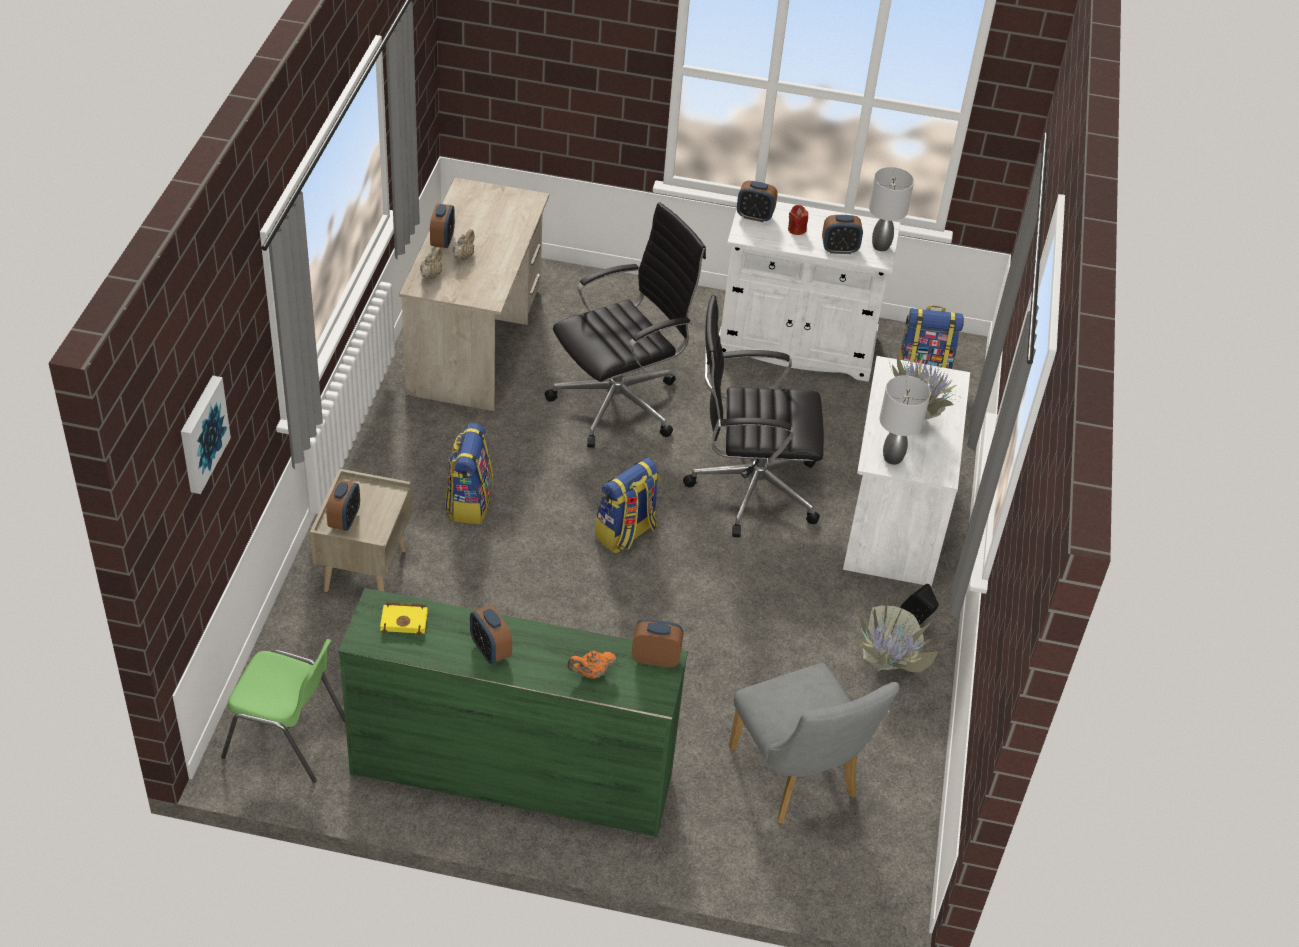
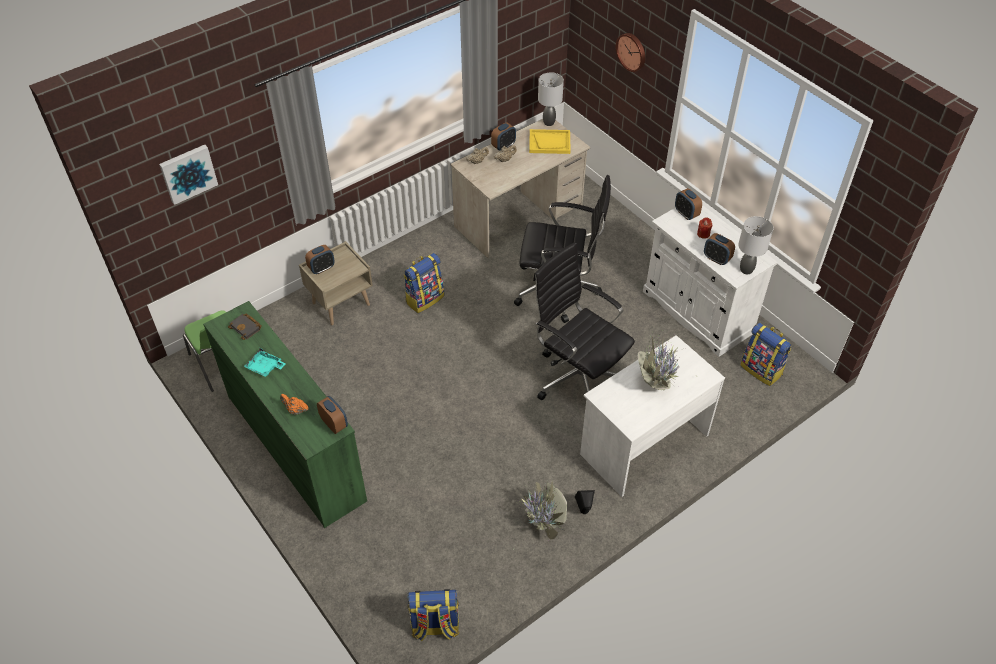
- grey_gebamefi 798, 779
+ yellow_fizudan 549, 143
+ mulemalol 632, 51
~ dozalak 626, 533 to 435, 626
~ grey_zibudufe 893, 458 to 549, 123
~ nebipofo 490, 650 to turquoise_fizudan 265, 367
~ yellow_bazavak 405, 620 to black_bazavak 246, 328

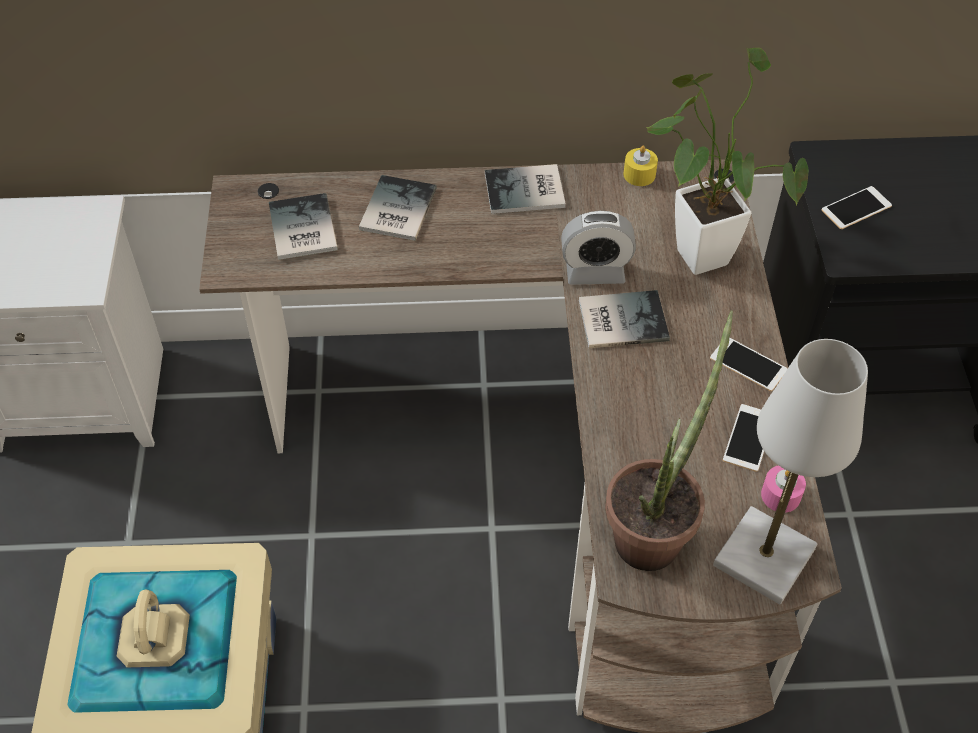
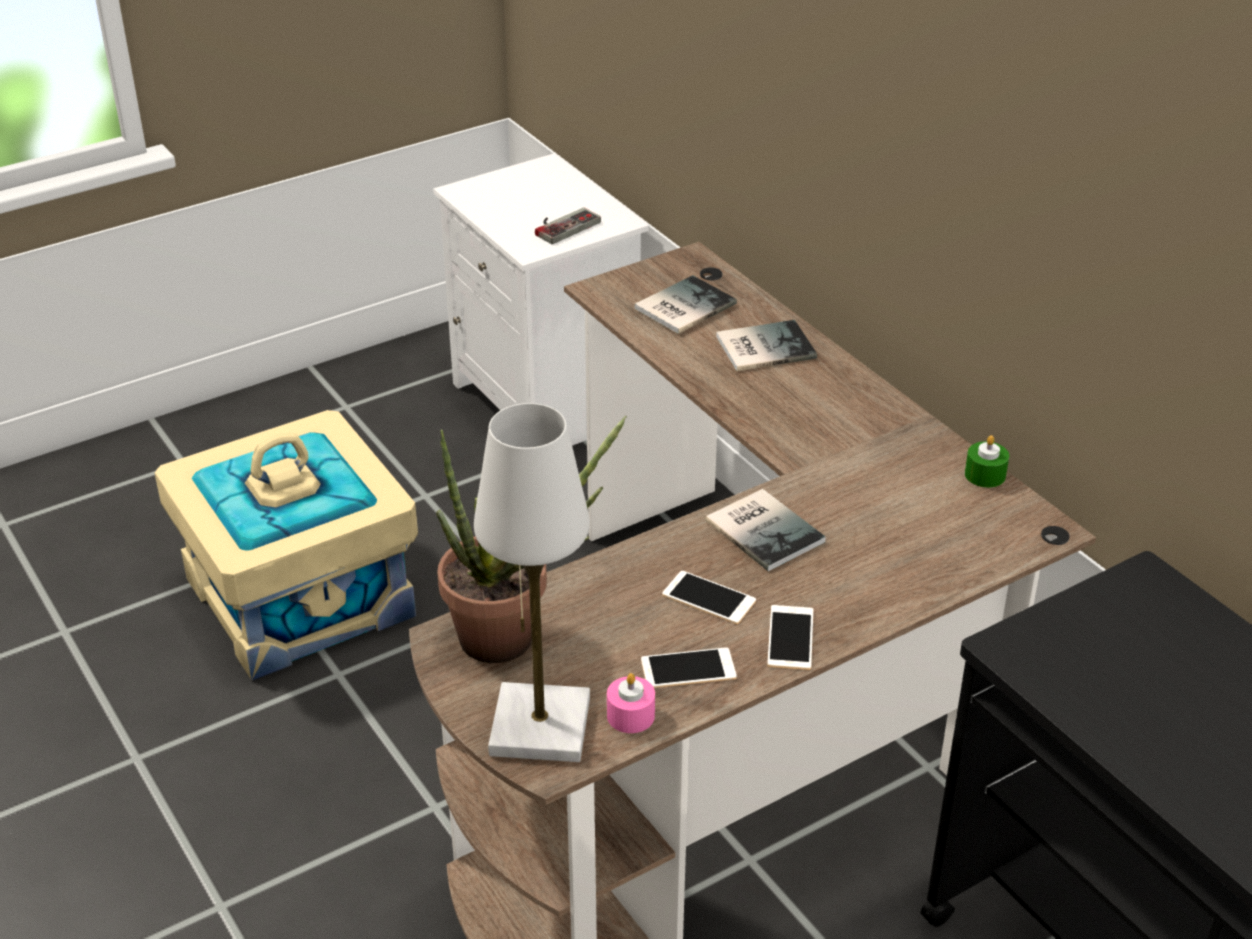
- bazavak 527, 192
- nebipofo 595, 272
- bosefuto 697, 249
+ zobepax 562, 225
~ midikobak 856, 208 to 708, 598
~ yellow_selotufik 639, 174 to green_selotufik 985, 475

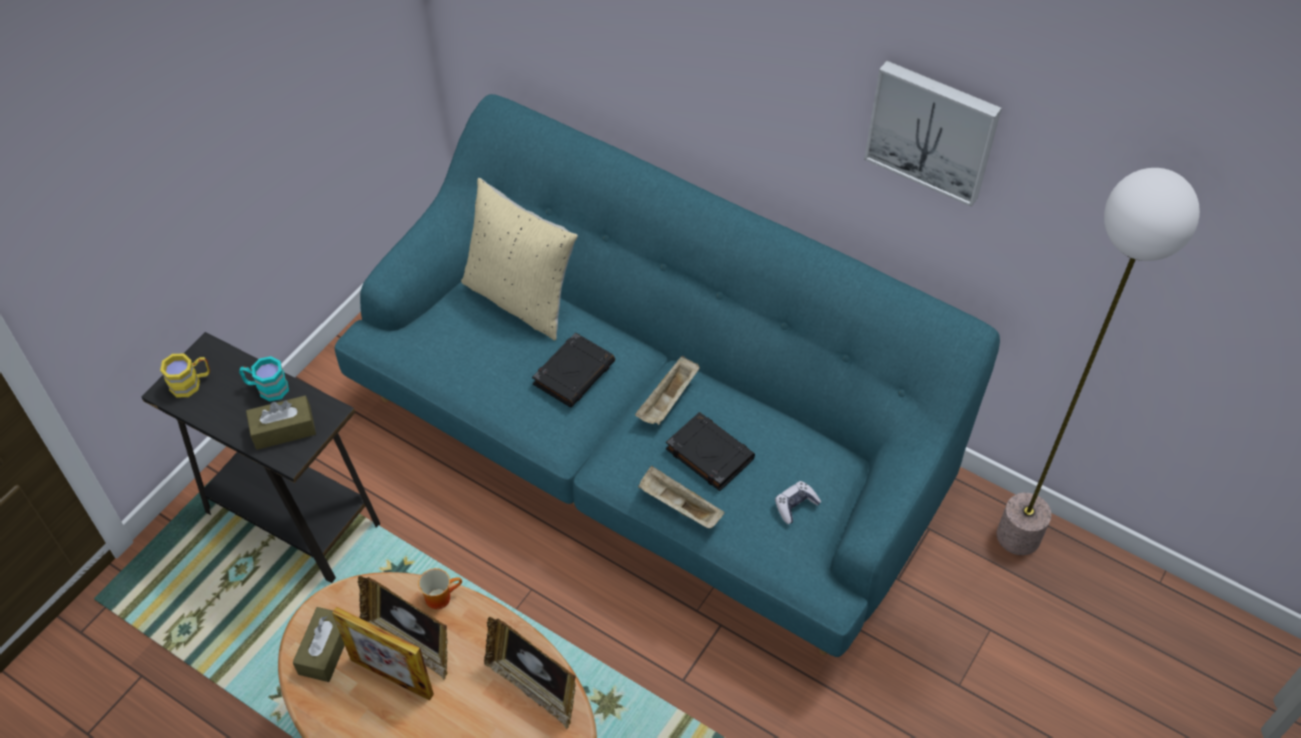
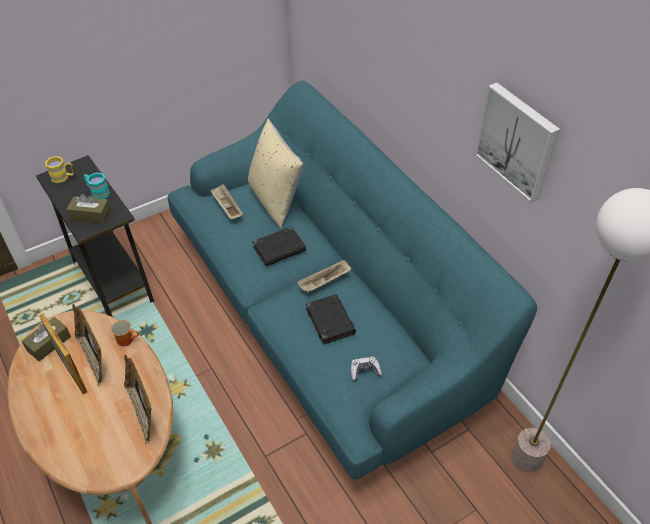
~ beige_fizudan 678, 506 to 227, 208

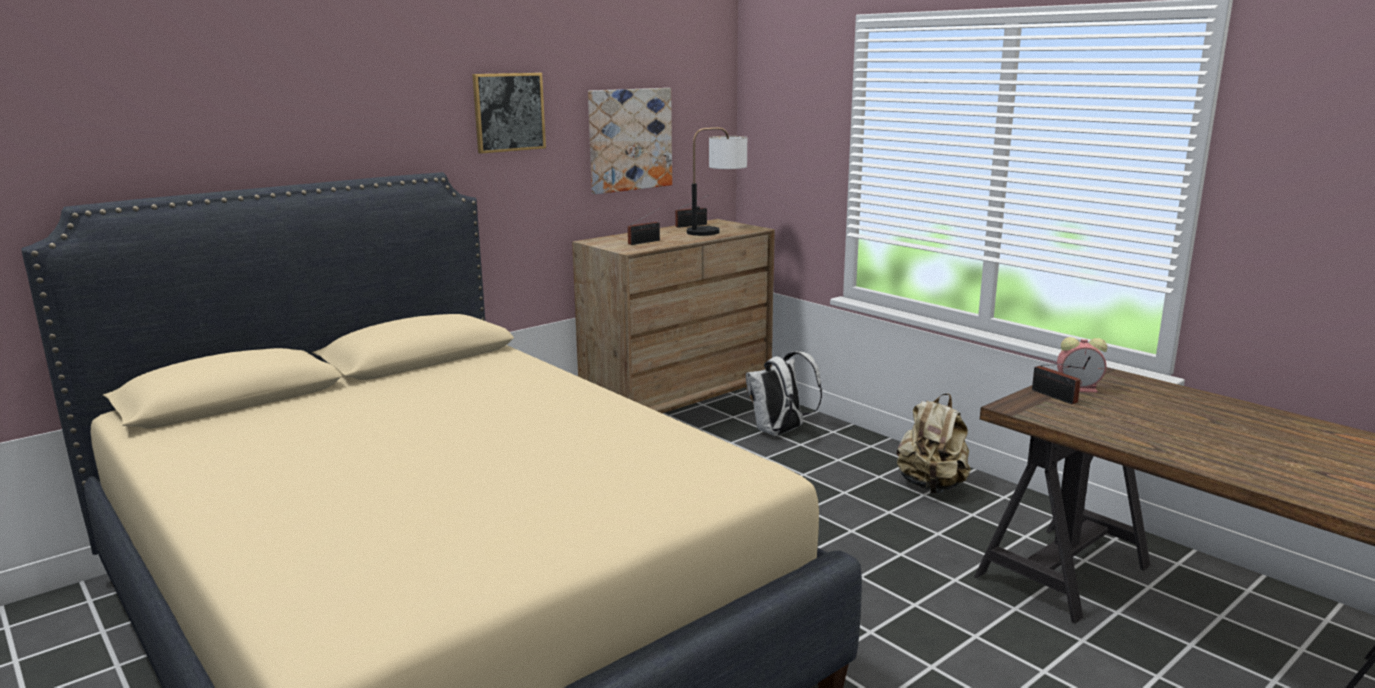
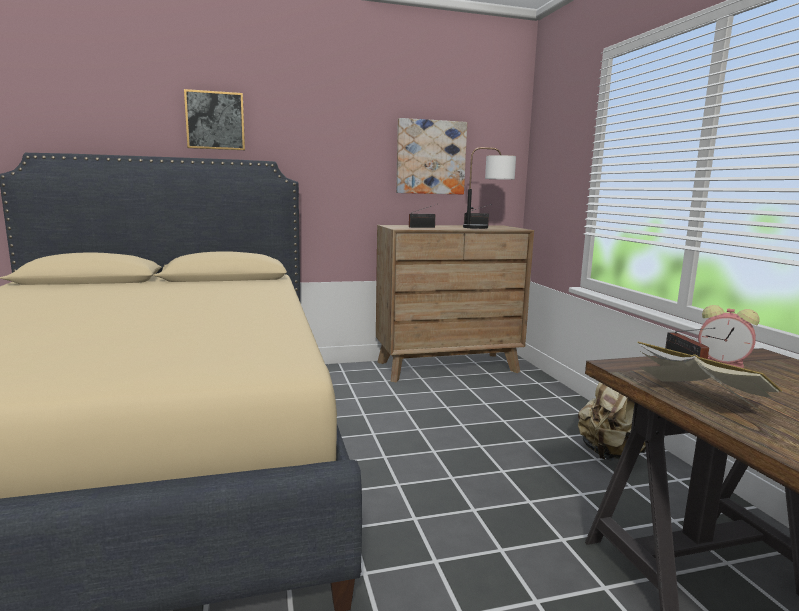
- white_dozalak 780, 432
+ bazavak 699, 399
~ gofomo 509, 112 to 215, 120

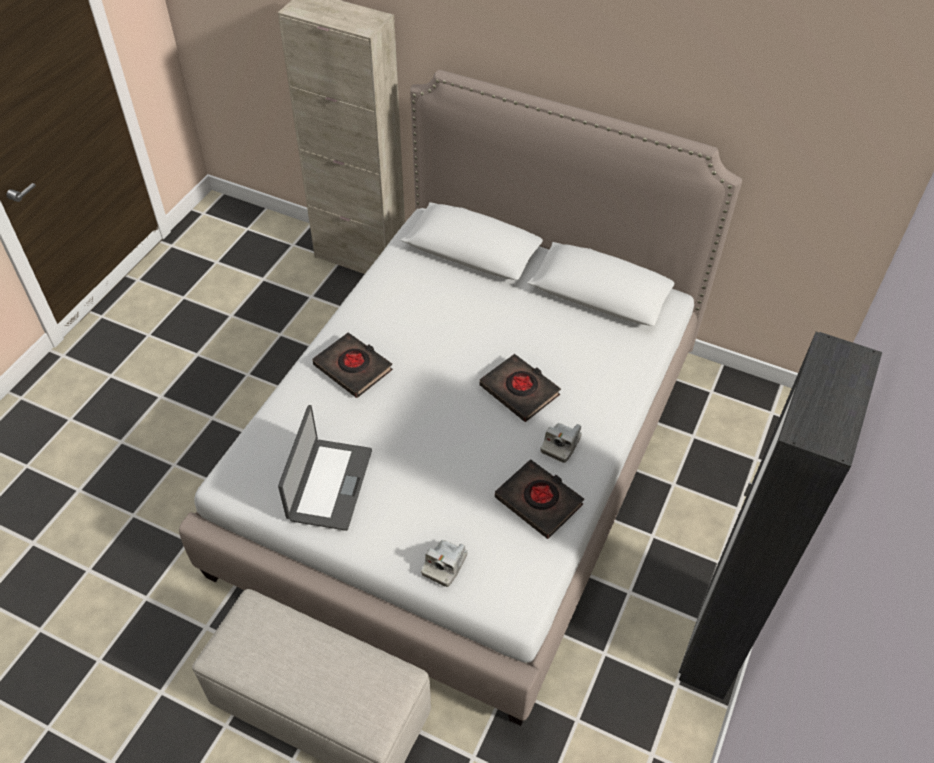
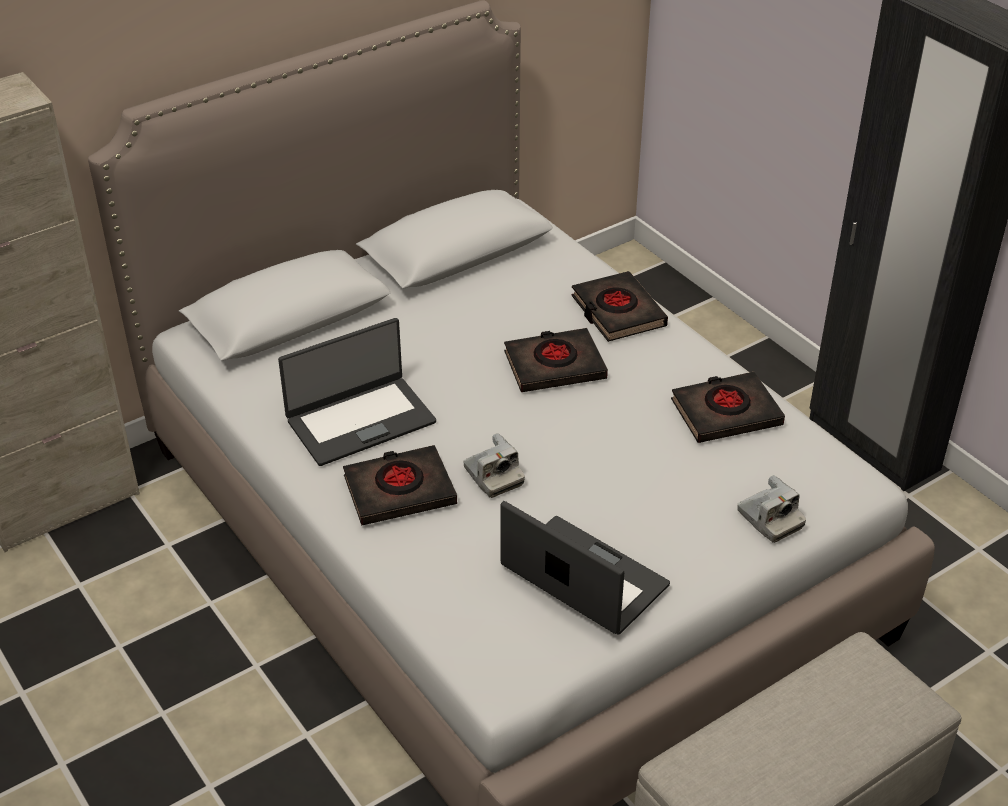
+ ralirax 360, 420
+ black_bazavak 617, 312
~ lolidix 561, 445 to 493, 476

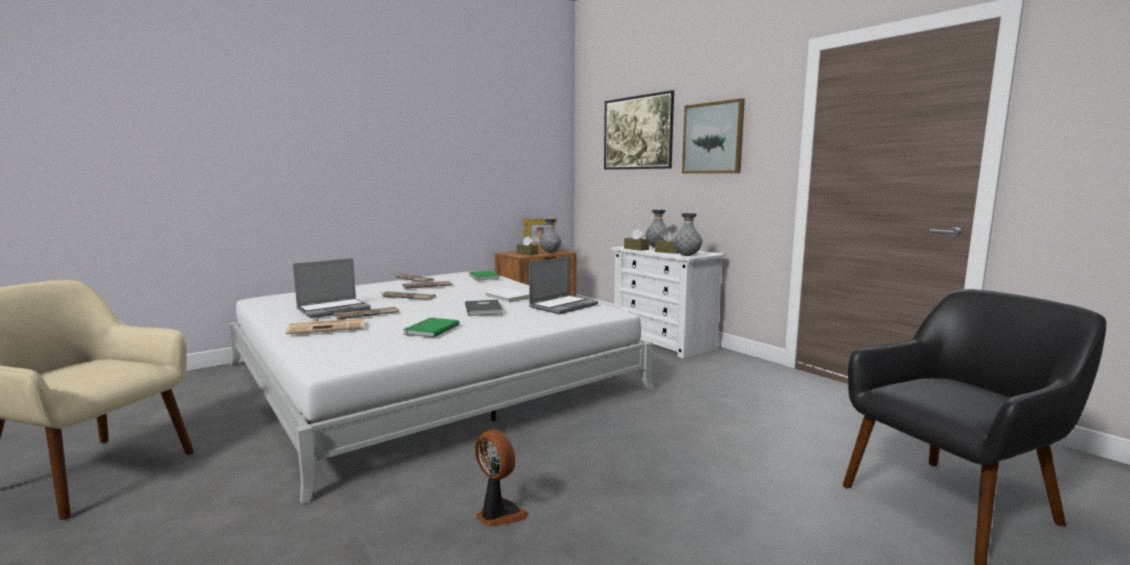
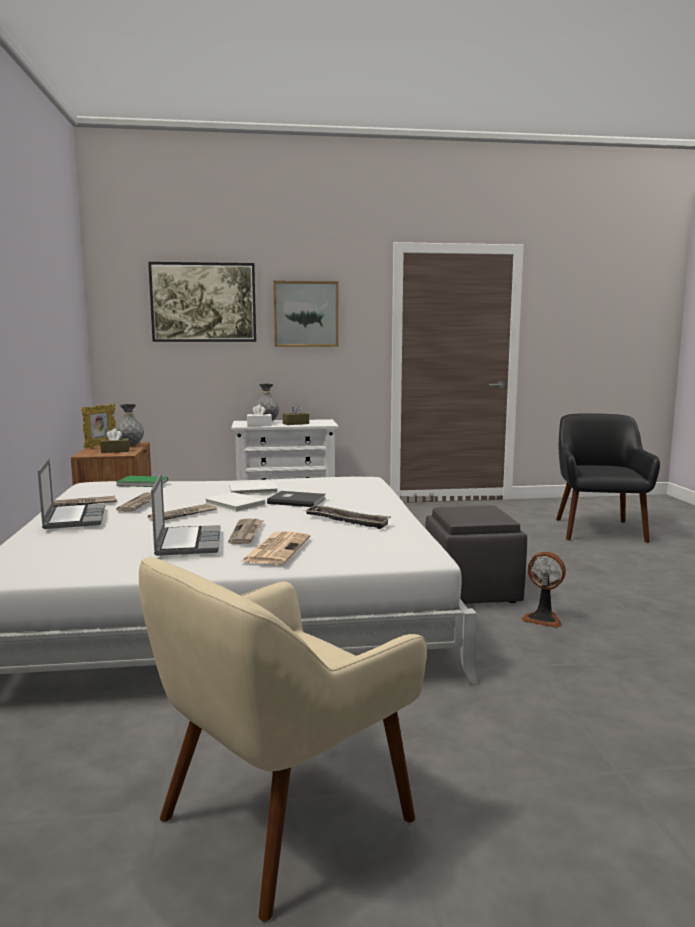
- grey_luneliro 687, 255
+ white_bazavak 234, 504
+ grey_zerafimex 470, 591
~ ralirax 563, 306 to 74, 518
~ green_bazavak 430, 329 to fizudan 346, 521
~ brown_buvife 636, 249 to white_buvife 259, 425
~ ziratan 498, 514 = 543, 619 135 degrees counterclockwise

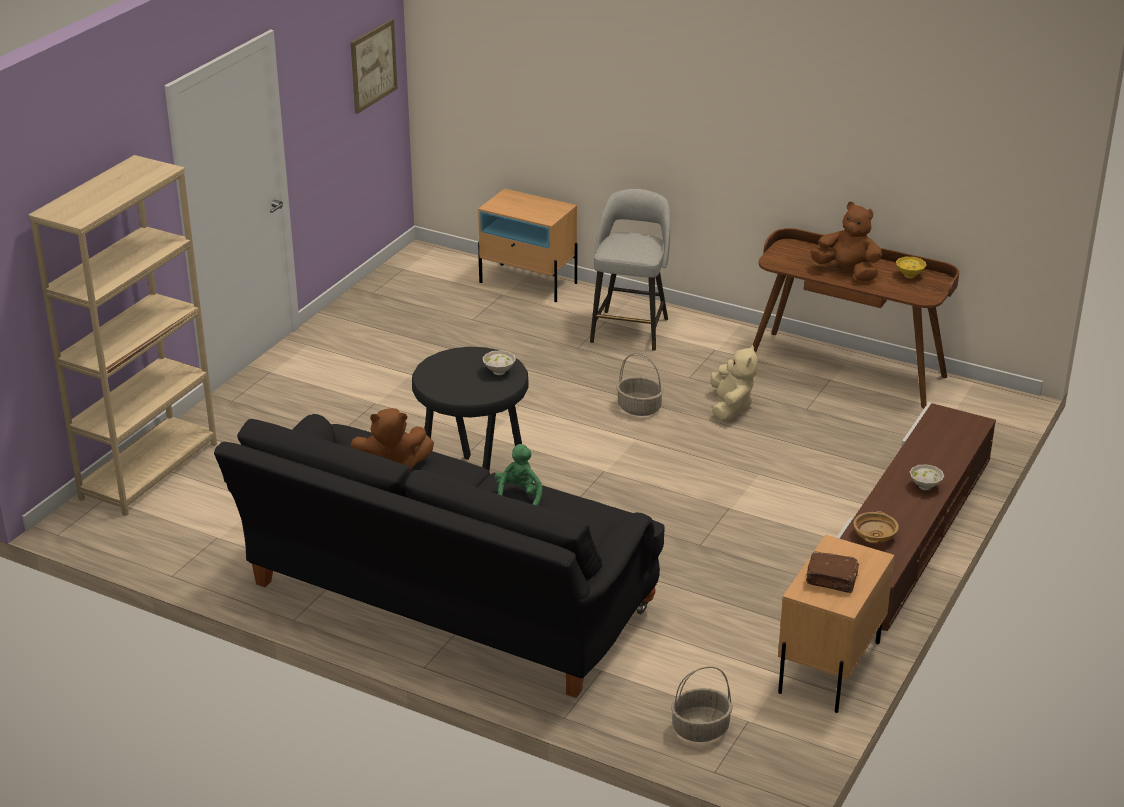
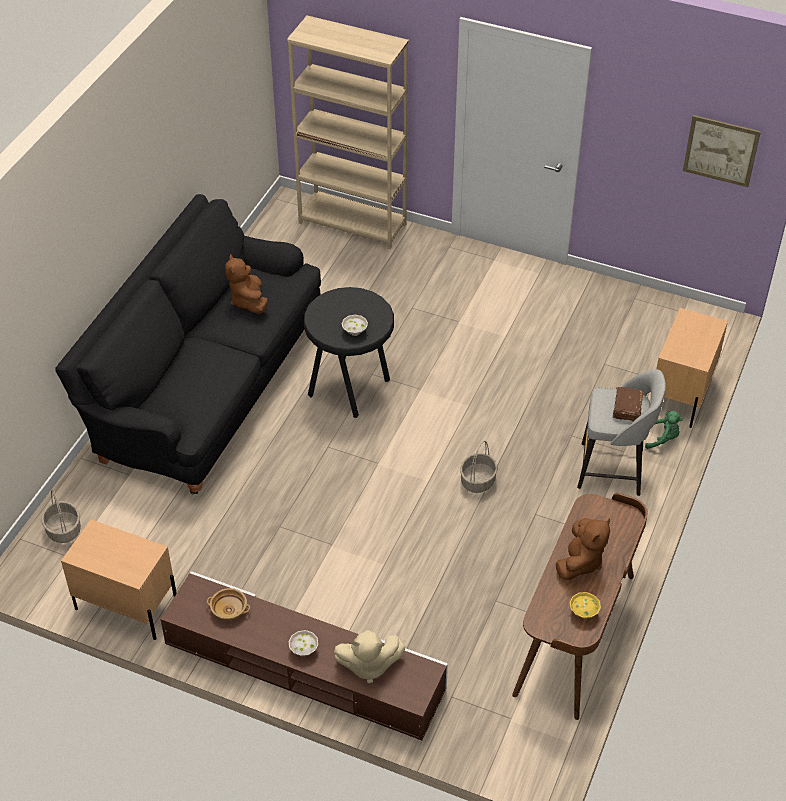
~ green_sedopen 518, 497 to 662, 439
~ beige_sedopen 730, 408 to 368, 665
~ brown_bazavak 832, 580 to 626, 409

